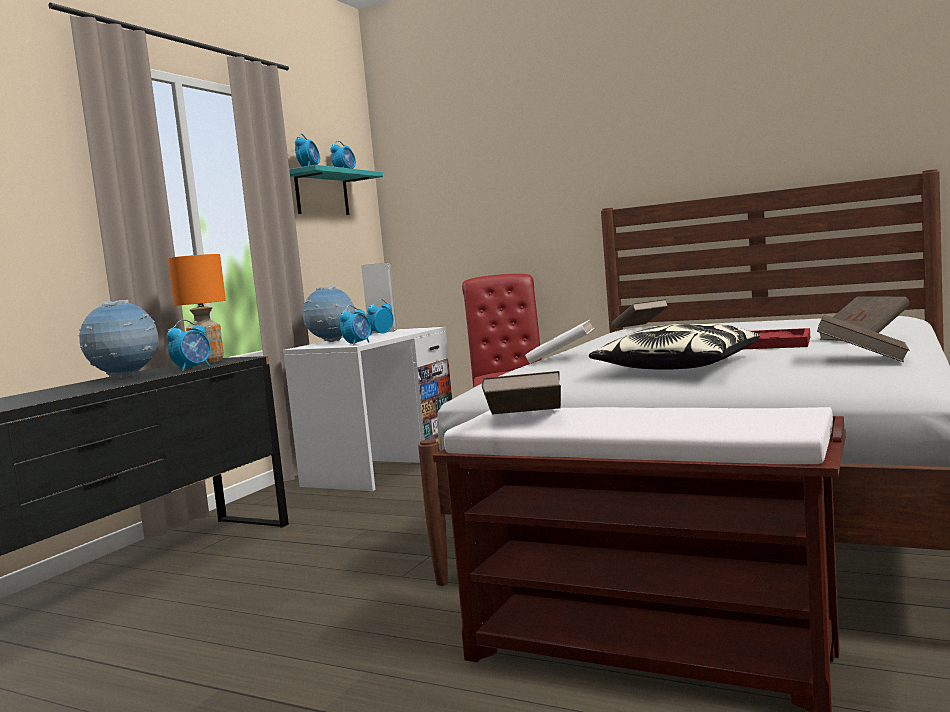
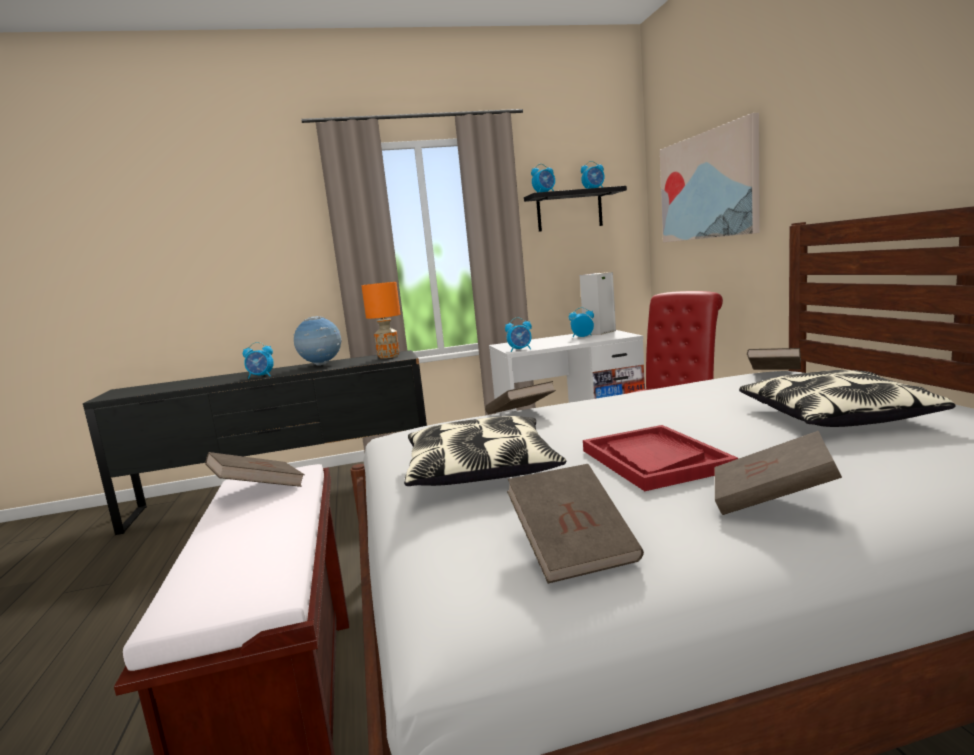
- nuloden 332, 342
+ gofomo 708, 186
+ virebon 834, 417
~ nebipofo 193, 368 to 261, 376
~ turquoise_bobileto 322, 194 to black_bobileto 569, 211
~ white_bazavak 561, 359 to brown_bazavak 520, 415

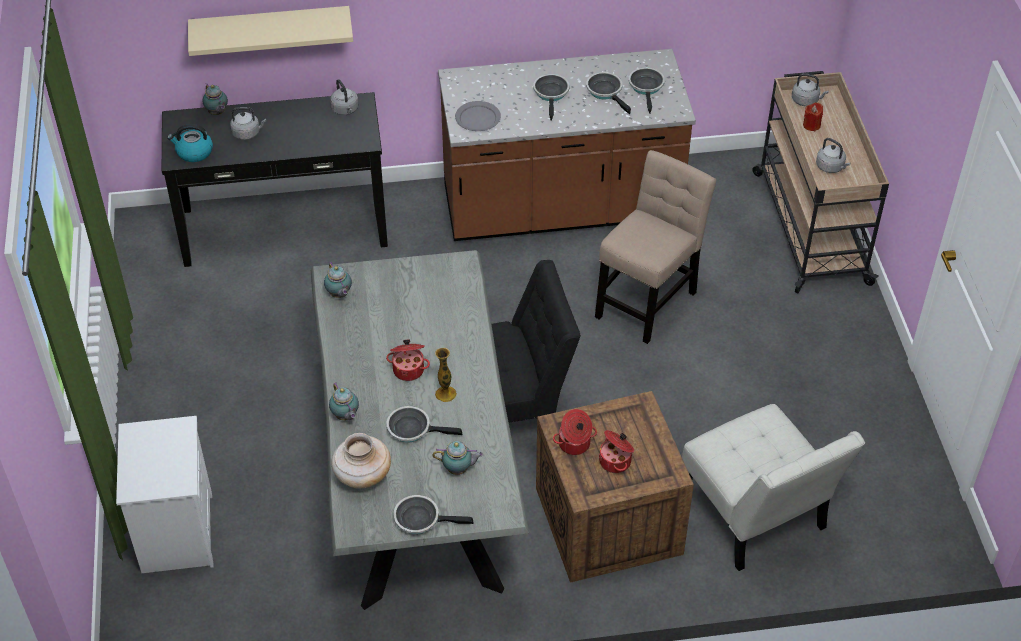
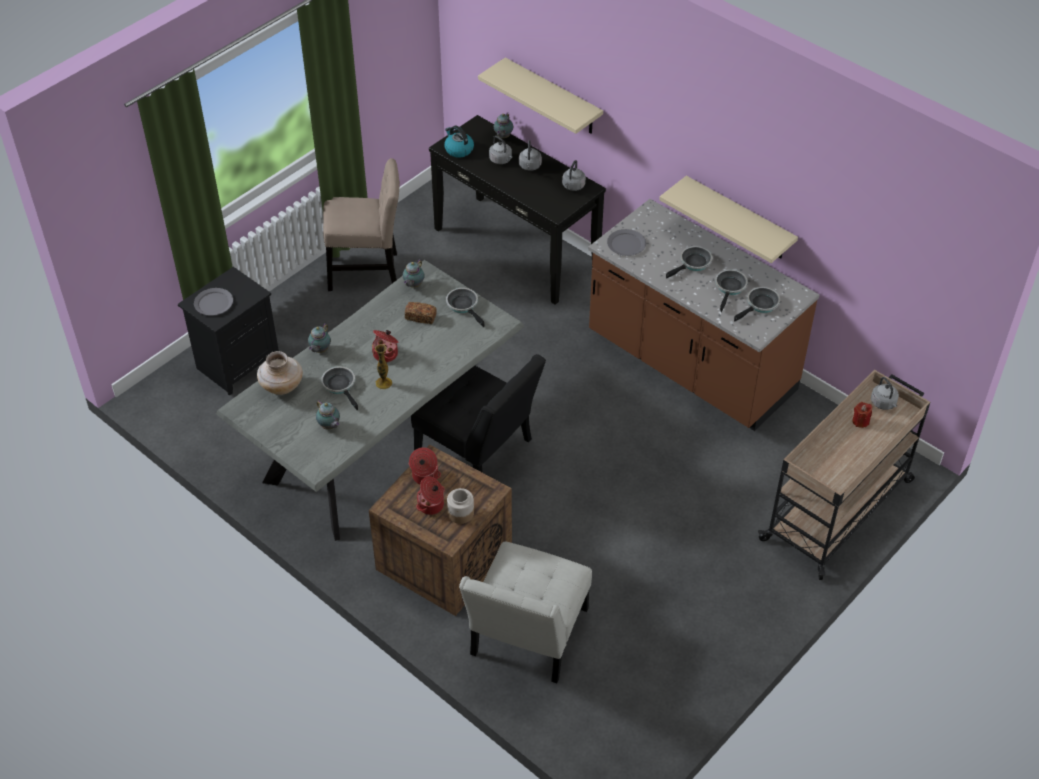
+ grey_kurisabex 213, 303
+ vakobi 421, 317
+ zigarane 460, 513
+ beige_bobileto 739, 219
~ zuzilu 421, 519 to 464, 305
~ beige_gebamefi 648, 300 to 367, 272
~ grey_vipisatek 831, 167 to 530, 166
~ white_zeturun 176, 532 to black_zeturun 238, 363

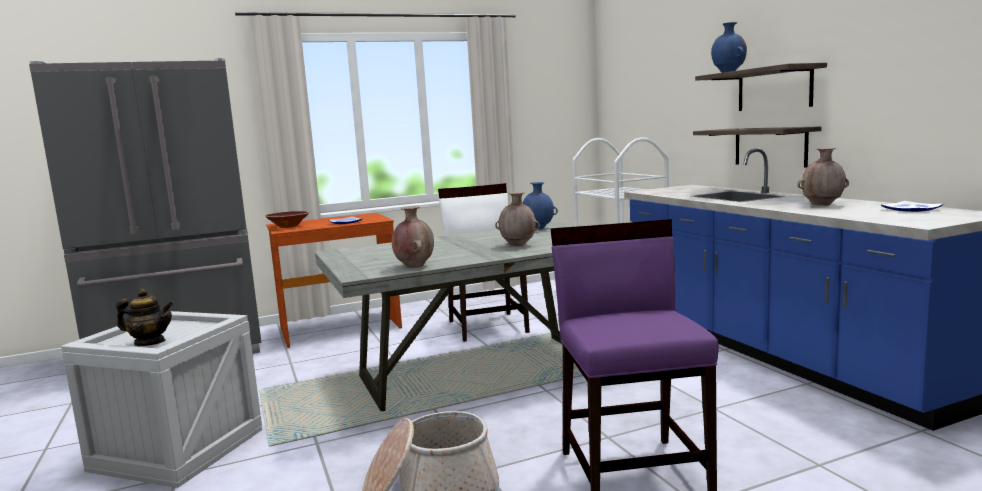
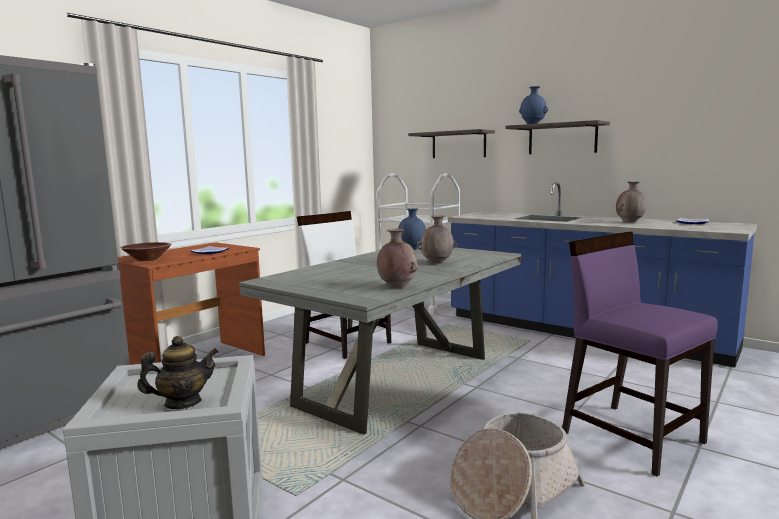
~ bobileto 770, 146 to 458, 145

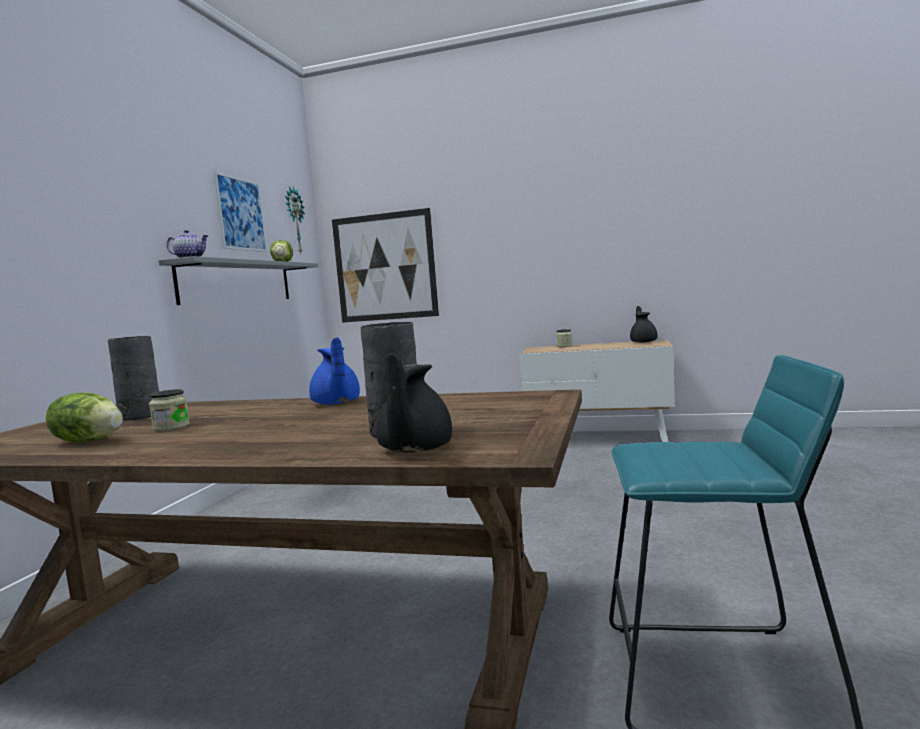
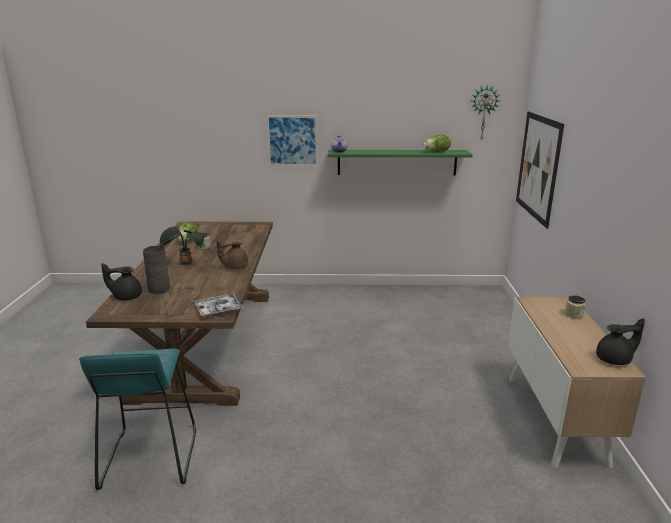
- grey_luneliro 139, 416
+ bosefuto 184, 263
+ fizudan 218, 309
~ gofomo 241, 214 to 292, 140
~ grey_bobileto 238, 282 to green_bobileto 397, 162
~ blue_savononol 335, 403 to brown_savononol 234, 267

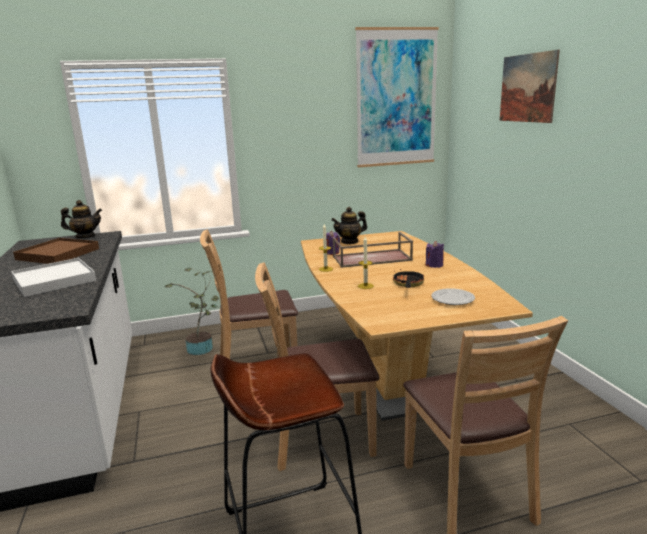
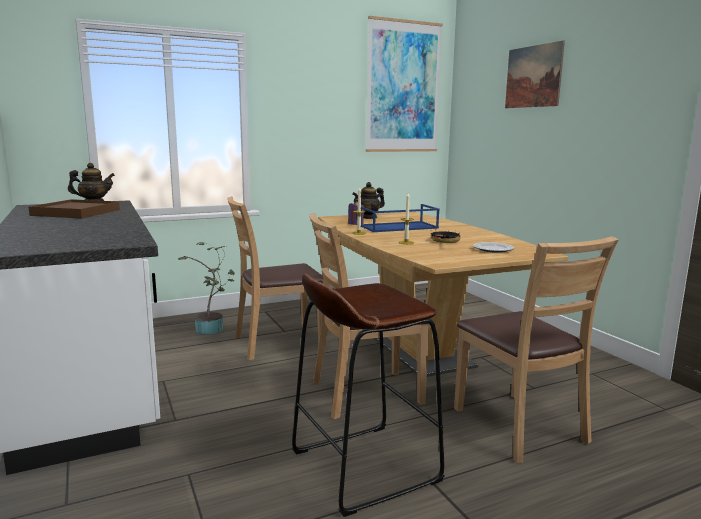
- white_fizudan 54, 280
- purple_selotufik 434, 265
~ brown_fizudan 371, 259 to blue_fizudan 398, 227

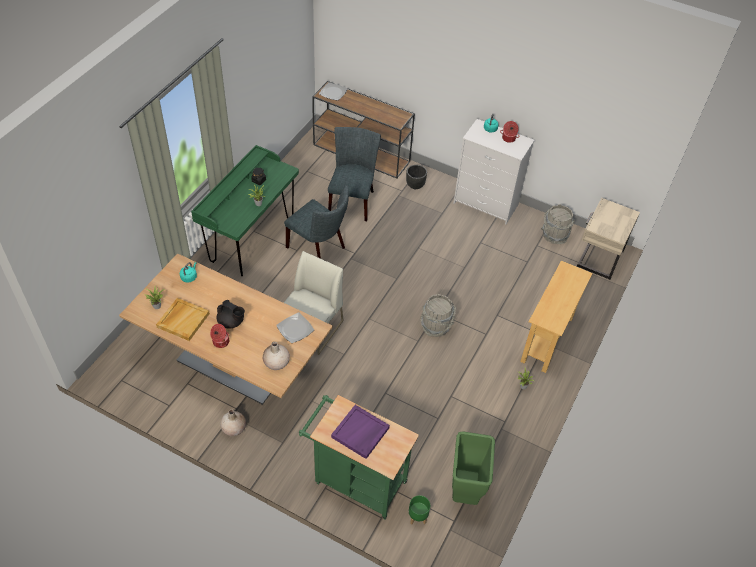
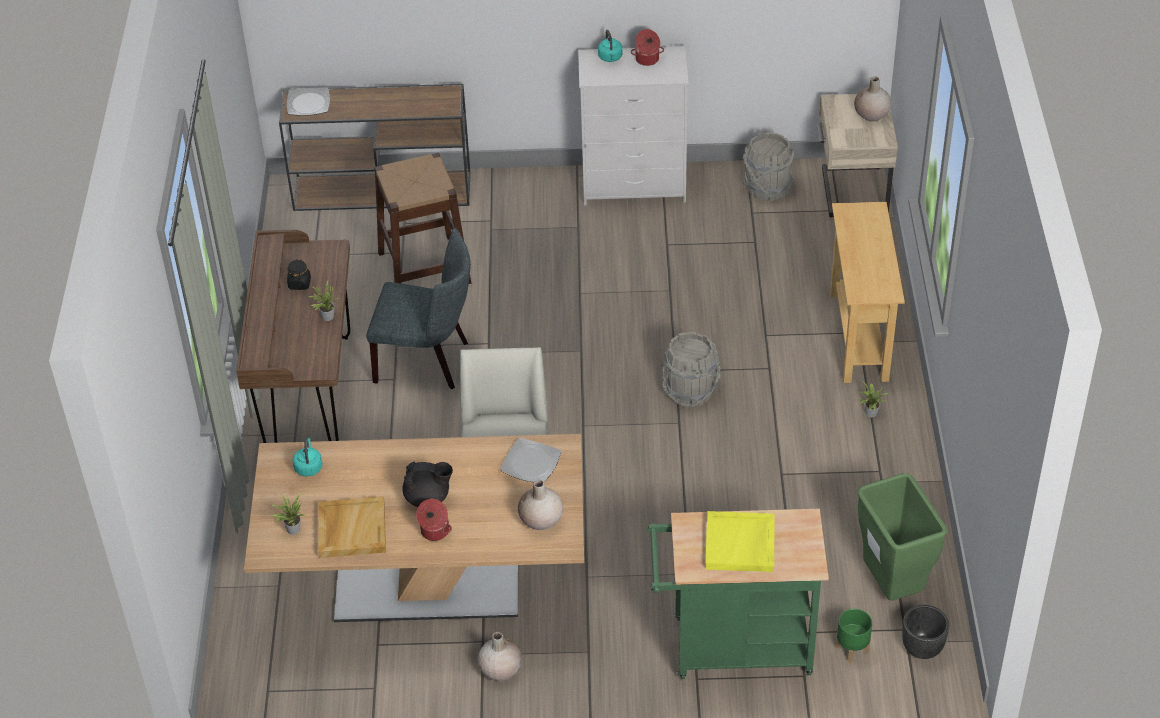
+ beige_luneliro 871, 115
~ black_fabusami 415, 185 to 922, 648
~ grey_gebamefi 352, 200 to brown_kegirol 424, 267
~ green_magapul 252, 240 to brown_magapul 309, 396
~ purple_fizudan 360, 433 to yellow_fizudan 740, 544

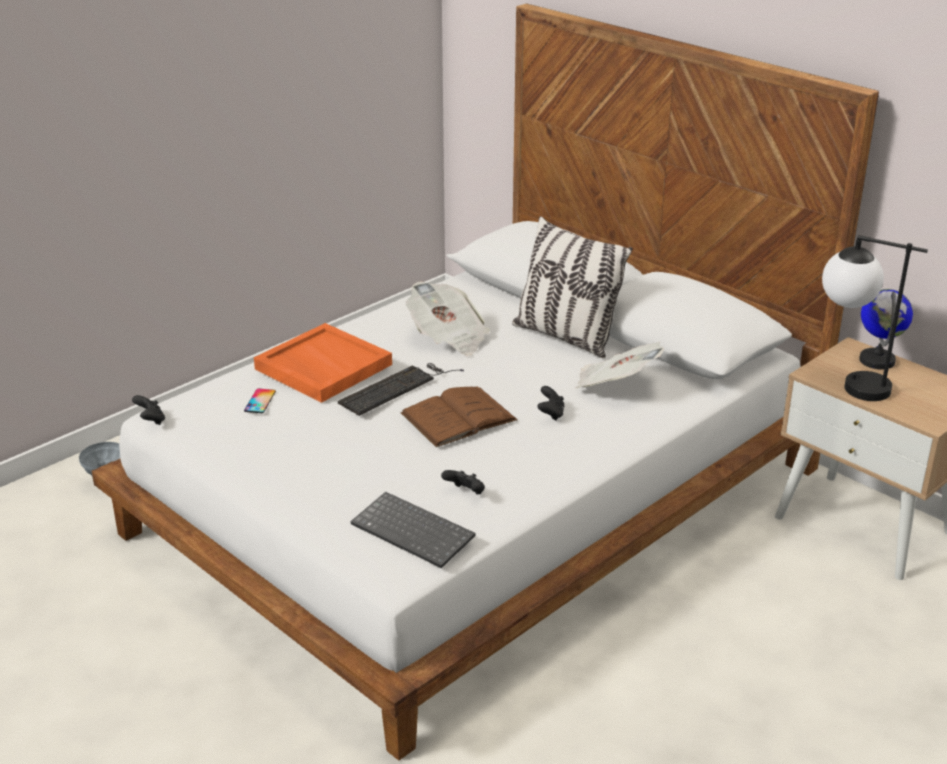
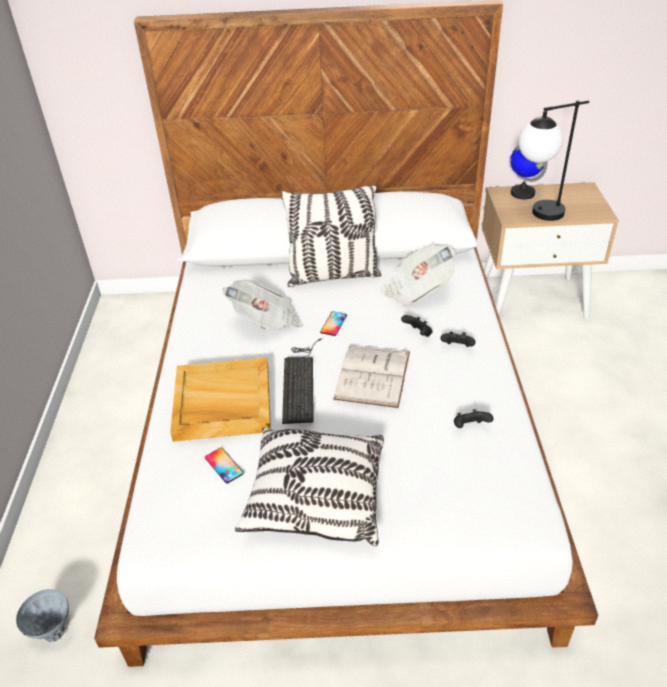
- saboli 415, 531
+ virebon 316, 498
+ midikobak 333, 323
~ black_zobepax 151, 420 to 457, 348
~ orange_fizudan 322, 367 to beige_fizudan 222, 403
~ brown_bazavak 458, 416 to white_bazavak 372, 375

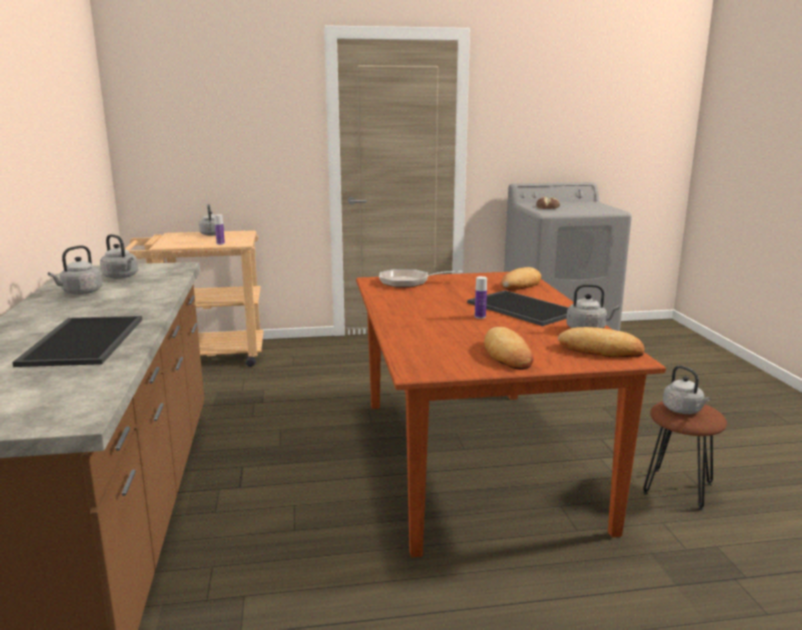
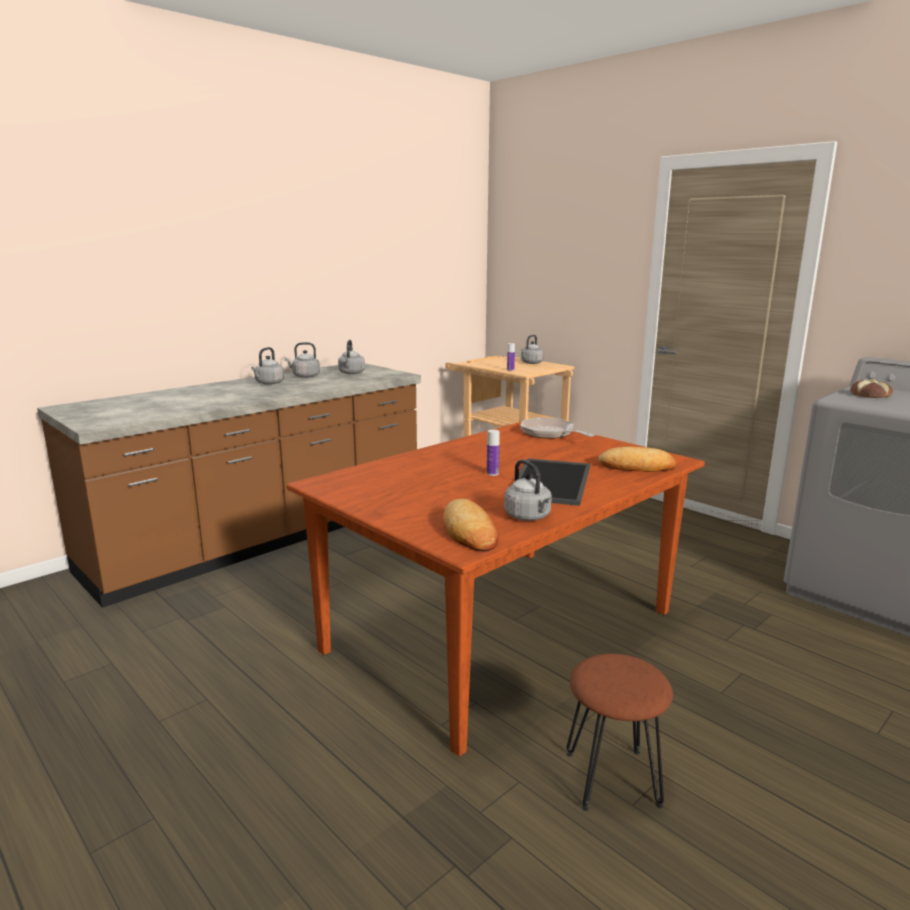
- fizudan 82, 340
- vakobi 507, 354
~ grey_vipisatek 683, 410 to 268, 383

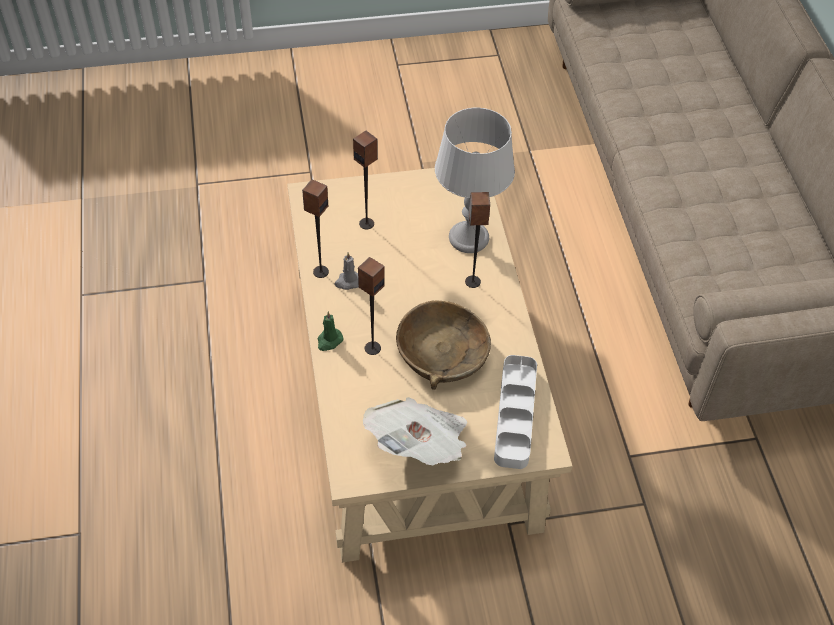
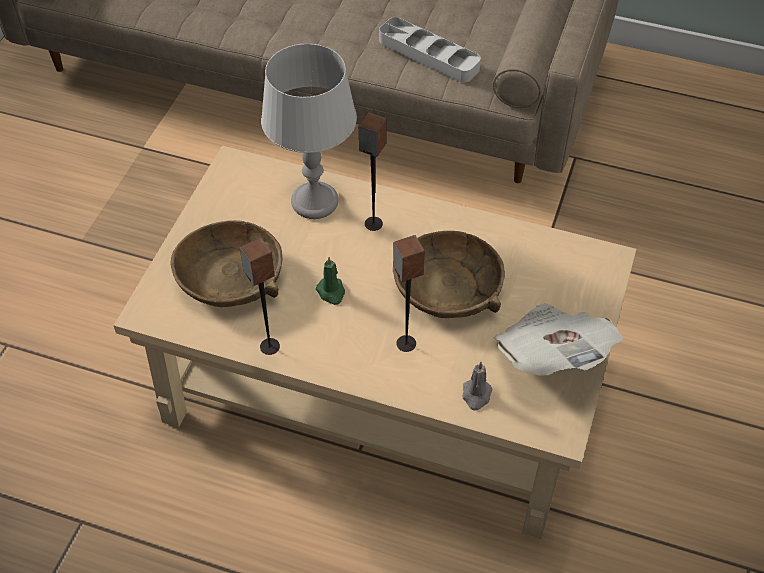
~ green_selotufik 329, 341 to 331, 292
~ grey_selotufik 348, 282 to 476, 395
~ grey_fizudan 515, 414 to 428, 54
~ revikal 367, 223 to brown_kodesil 231, 276

